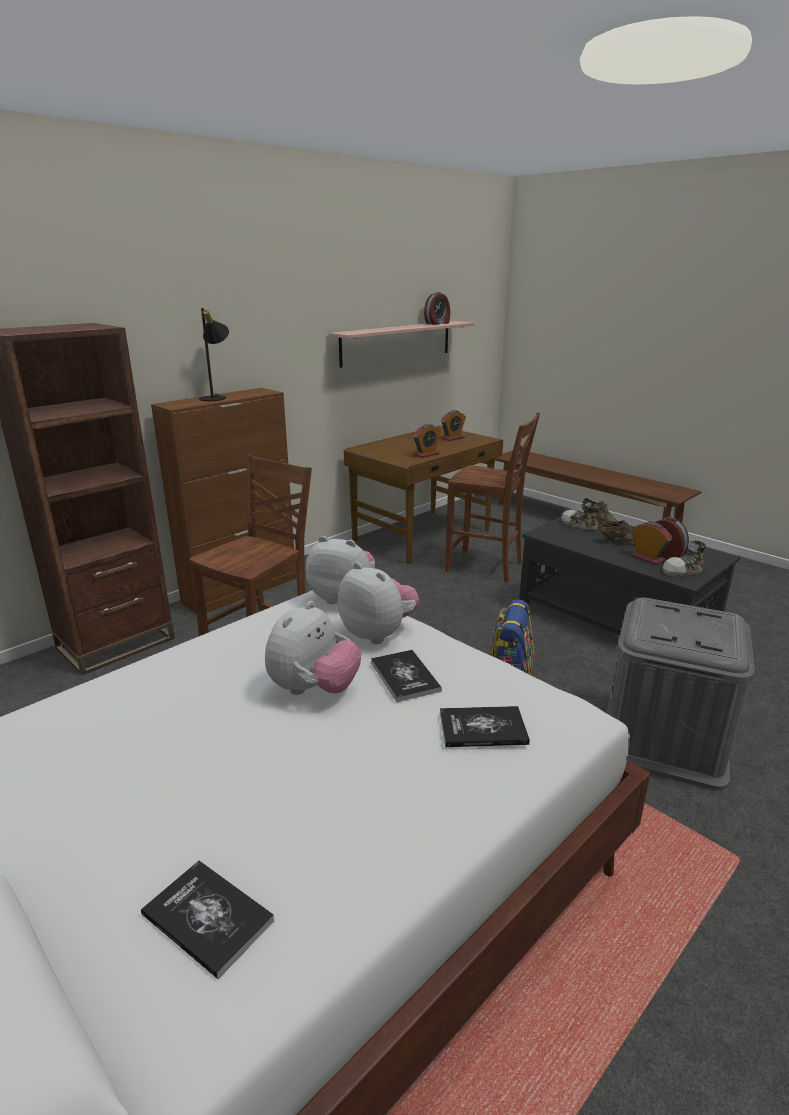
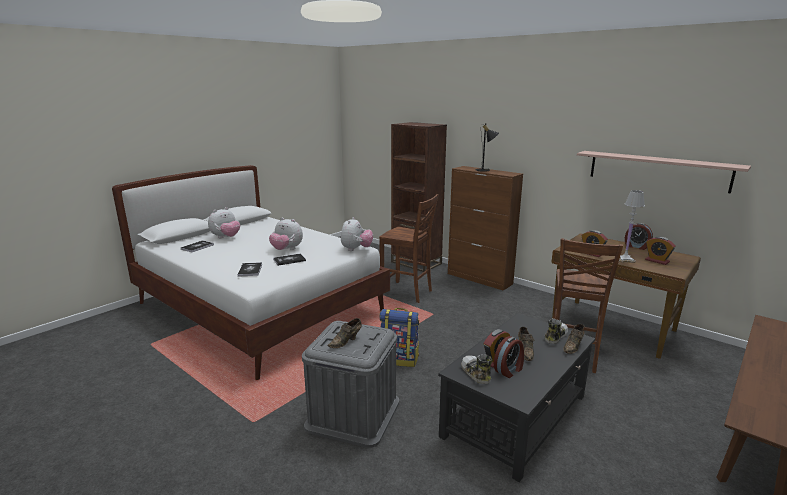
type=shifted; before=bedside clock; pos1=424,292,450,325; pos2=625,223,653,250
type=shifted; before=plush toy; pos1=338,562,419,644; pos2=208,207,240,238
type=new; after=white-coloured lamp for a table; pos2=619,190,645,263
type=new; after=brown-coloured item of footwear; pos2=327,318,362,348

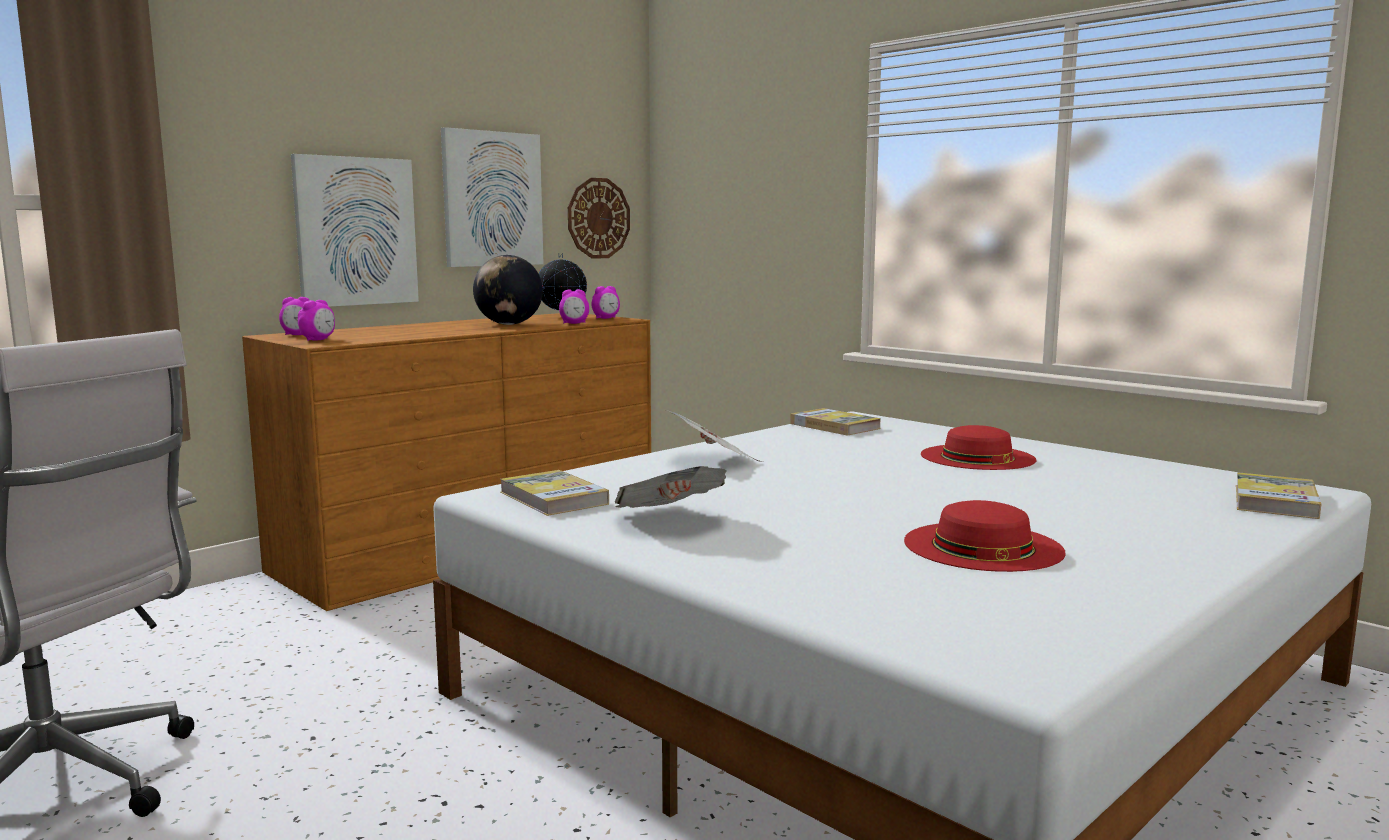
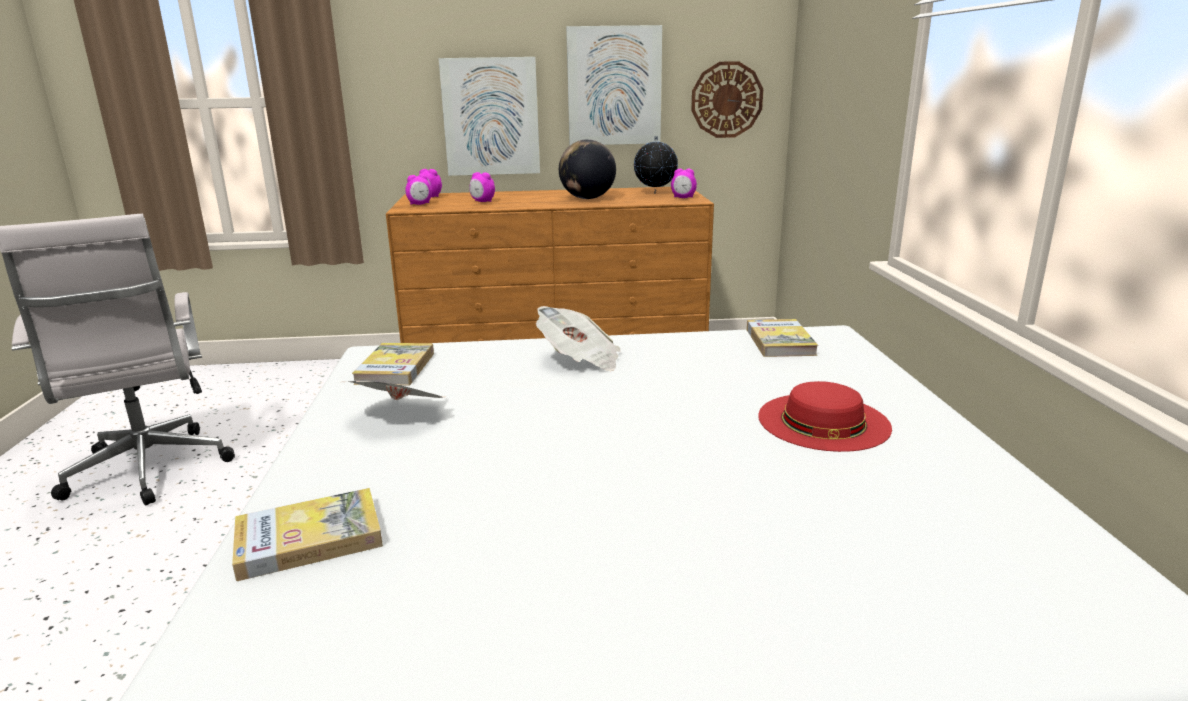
type=shifted; before=bedside clock; pos1=559,289,589,324; pos2=469,172,495,202
type=shifted; before=bound book; pos1=1236,472,1321,519; pos2=232,488,383,581
type=gone; before=red clothing hat; pos1=904,500,1066,572

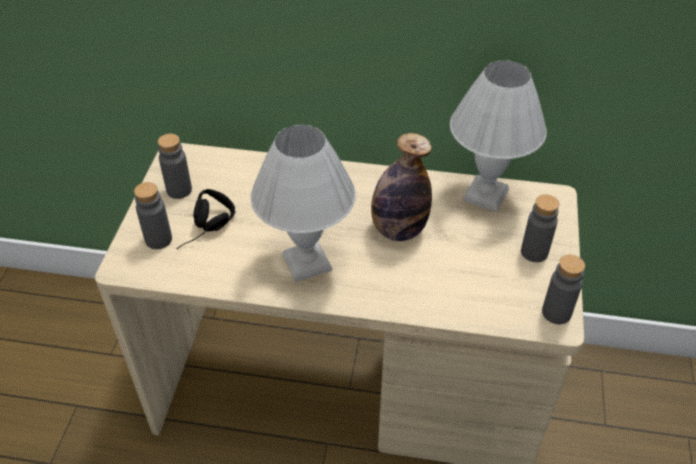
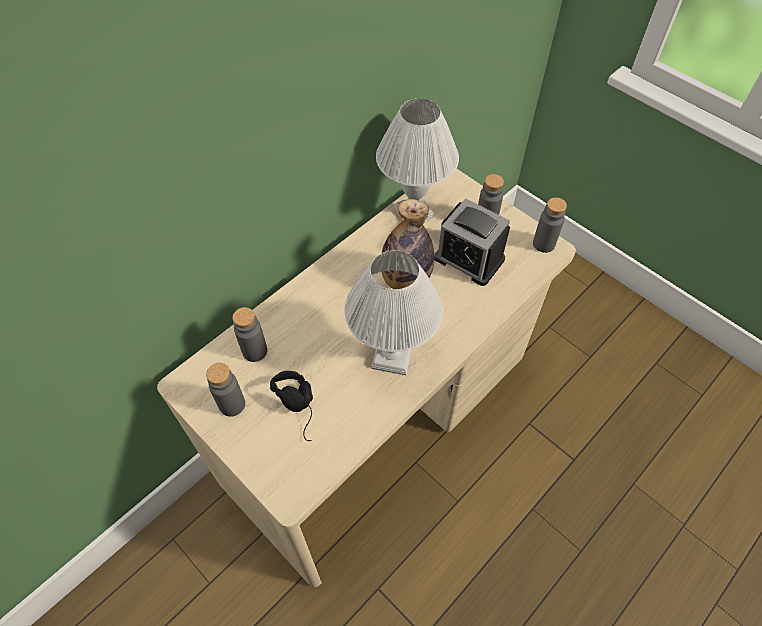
type=shifted; before=grey bottle; pos1=134,182,172,249; pos2=232,307,267,362
type=new; after=bedside clock; pos2=434,198,510,286

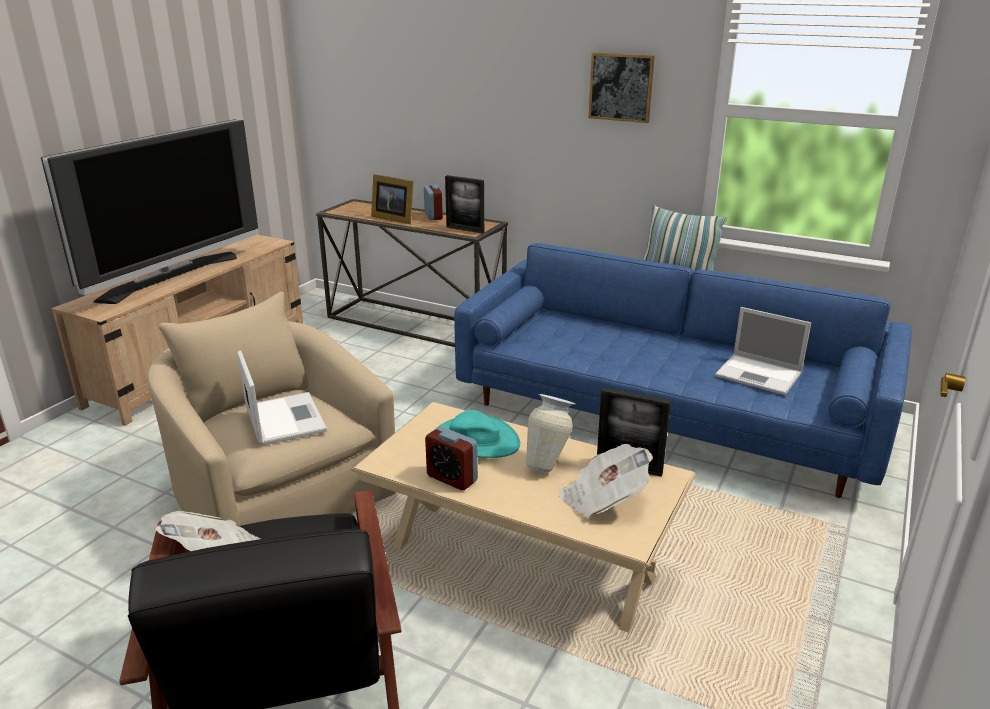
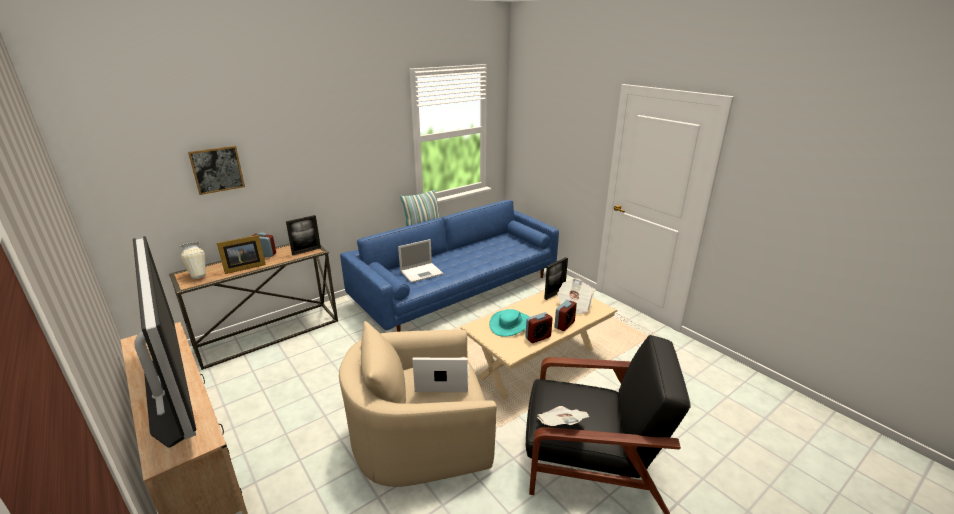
type=shifted; before=wall picture; pos1=589,53,655,123; pos2=188,146,245,195
type=shifted; before=portable computer; pos1=715,307,811,395; pos2=398,239,443,283
type=shifted; before=decorative vase; pos1=526,394,575,473; pos2=179,242,206,279
type=new; after=bedside clock; pos2=554,300,577,331

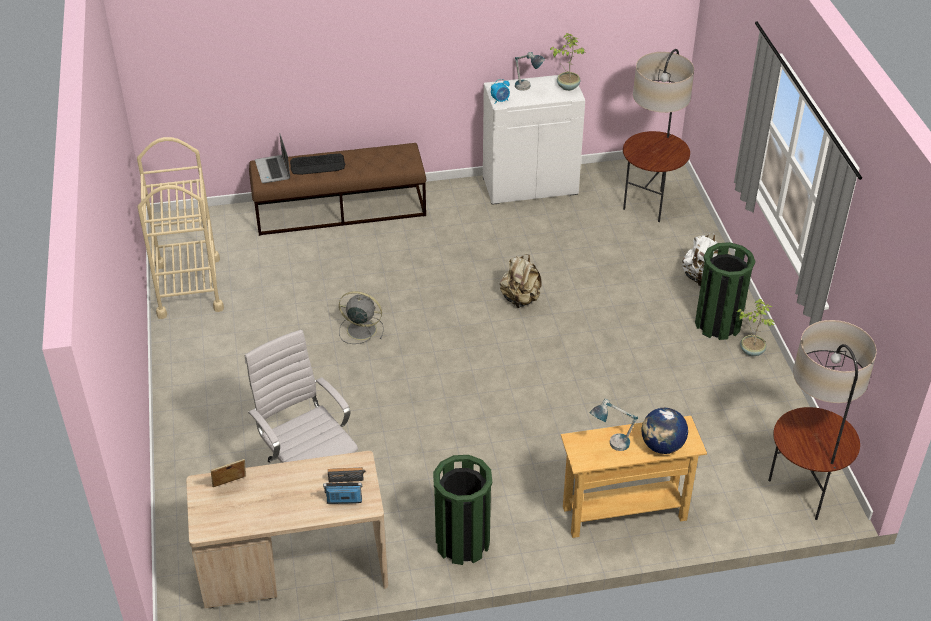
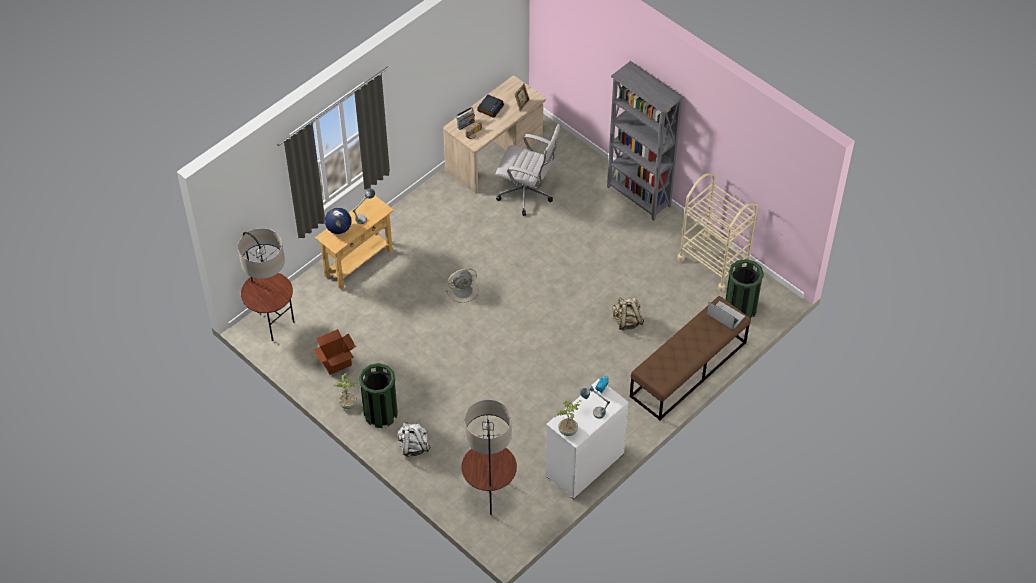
type=gone; before=computer keyboard; pos1=290,154,346,175
type=shifted; before=sand-coloured backpack; pos1=500,254,542,308; pos2=612,297,644,331
type=shifted; before=grey cooling fan; pos1=339,291,384,344; pos2=446,268,479,303
type=shifted; before=greenish waste bin; pos1=433,455,492,565; pos2=725,259,764,320
type=new; after=grey bookshelf; pos2=607,61,684,221
type=new; after=bedside clock; pos2=477,95,504,118
type=new; after=cardboard box; pos2=313,329,356,375

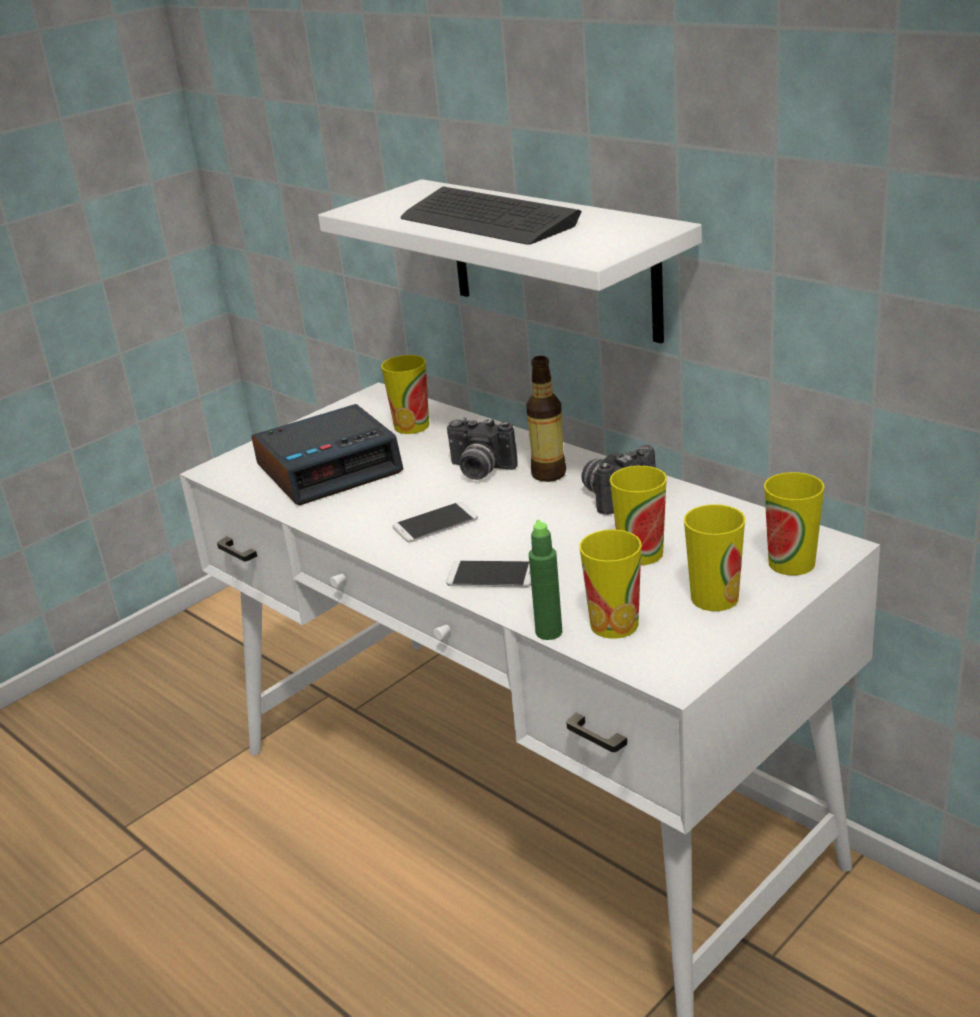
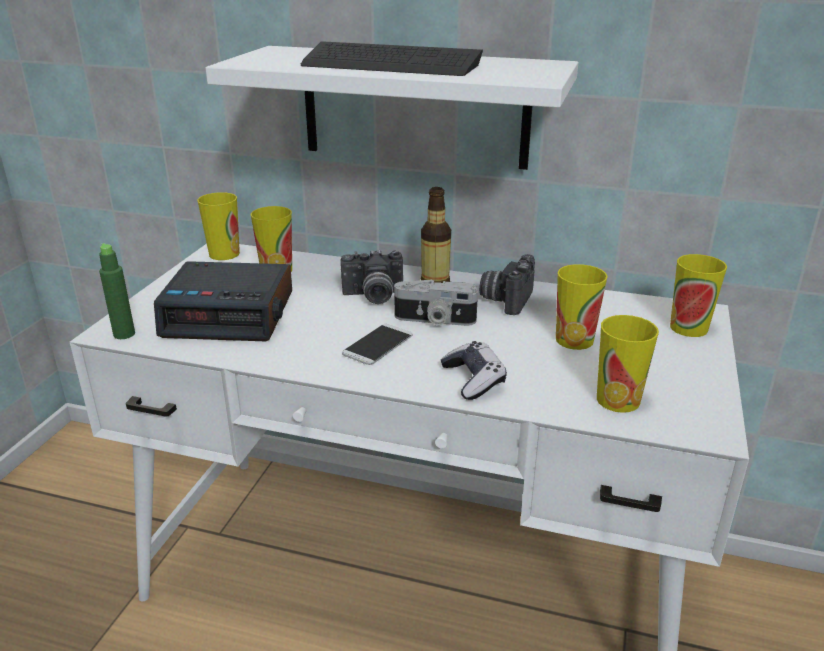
type=rotated; before=bedside clock; pos1=252,404,403,505; pos2=154,261,292,341; turn=60
type=shifted; before=drinking cup; pos1=684,504,745,611; pos2=197,192,240,260
type=shifted; before=greenish bottle; pos1=529,520,562,640; pos2=99,243,135,339
type=swapped; before=telephone; after=joypad; pos1=446,561,531,587; pos2=441,341,507,400
type=new; after=photo camera; pos2=394,280,478,326

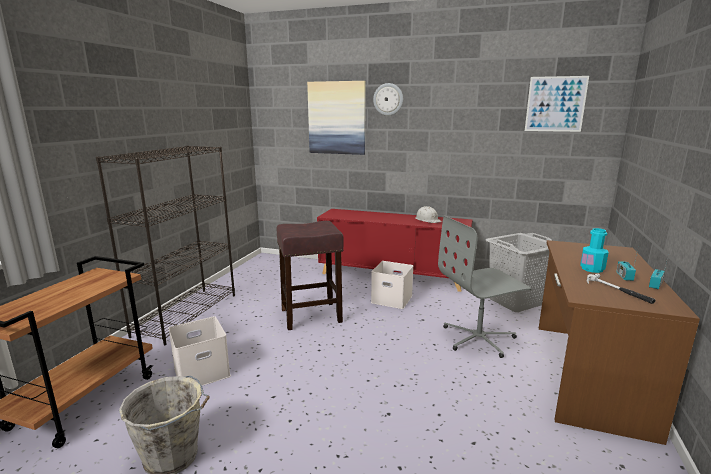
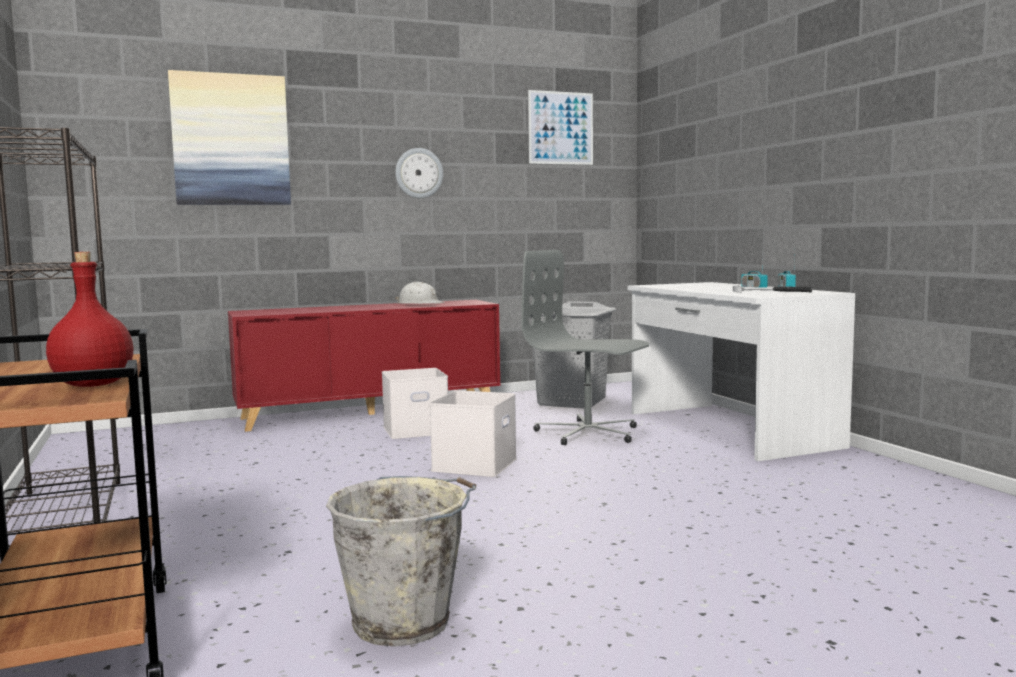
type=shifted; before=wall clock; pos1=373,83,403,116; pos2=395,148,443,198
type=rotated; before=grey computer chair; pos1=438,216,532,358; pos2=521,250,650,445; turn=90
type=gone; before=brown-coloured sitting stool; pos1=276,221,343,330
type=gone; before=blue-green bottle; pos1=581,228,609,273
type=repainted; before=brown-coloured desk table; after=white-coloured desk table; pos1=539,240,700,445; pos2=627,282,855,461
type=shifted; before=white-coloured storage container; pos1=168,316,231,386; pos2=429,390,517,477
type=new; after=red bottle; pos2=46,252,133,387

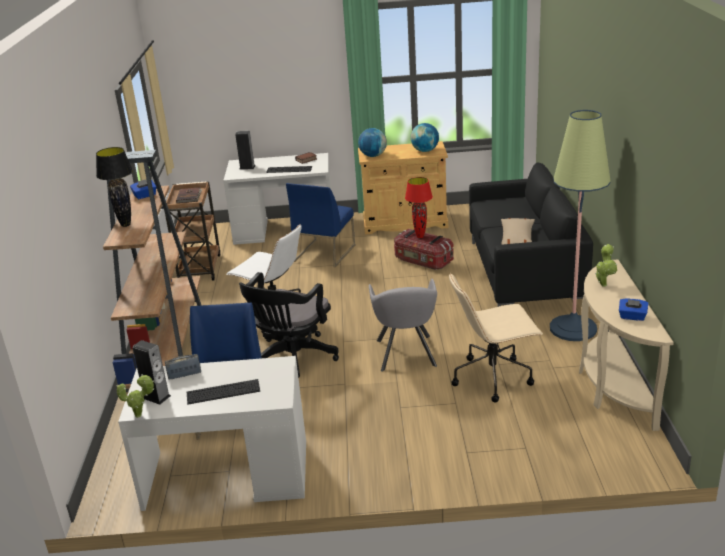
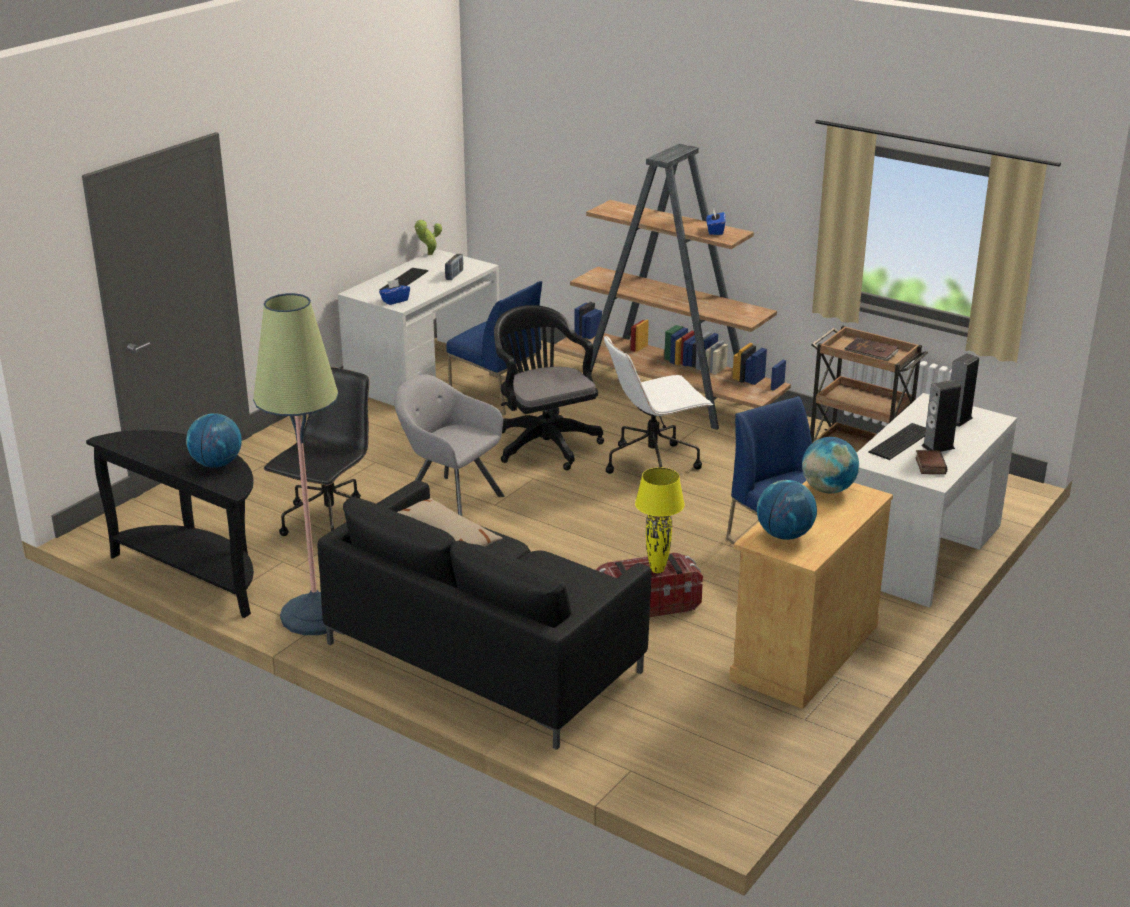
type=gone; before=black lamp for a table; pos1=96,147,133,227
type=repainted; before=red lamp for a table; after=yellow-coloured lamp for a table; pos1=405,177,433,238; pos2=635,467,685,573
type=swapped; before=plant in a pot; after=world globe; pos1=595,244,617,287; pos2=186,413,242,468
type=repainted; before=sand-coloured hall table; after=black hall table; pos1=579,259,674,431; pos2=86,430,254,618
type=repainted; before=sand-coloured computer chair; after=black computer chair; pos1=449,273,543,402; pos2=264,367,376,536
type=shifted; before=bluish tissue box; pos1=619,299,648,321; pos2=379,279,410,305
type=shifted; before=loudspeaker; pos1=133,340,171,405; pos2=921,380,961,452

